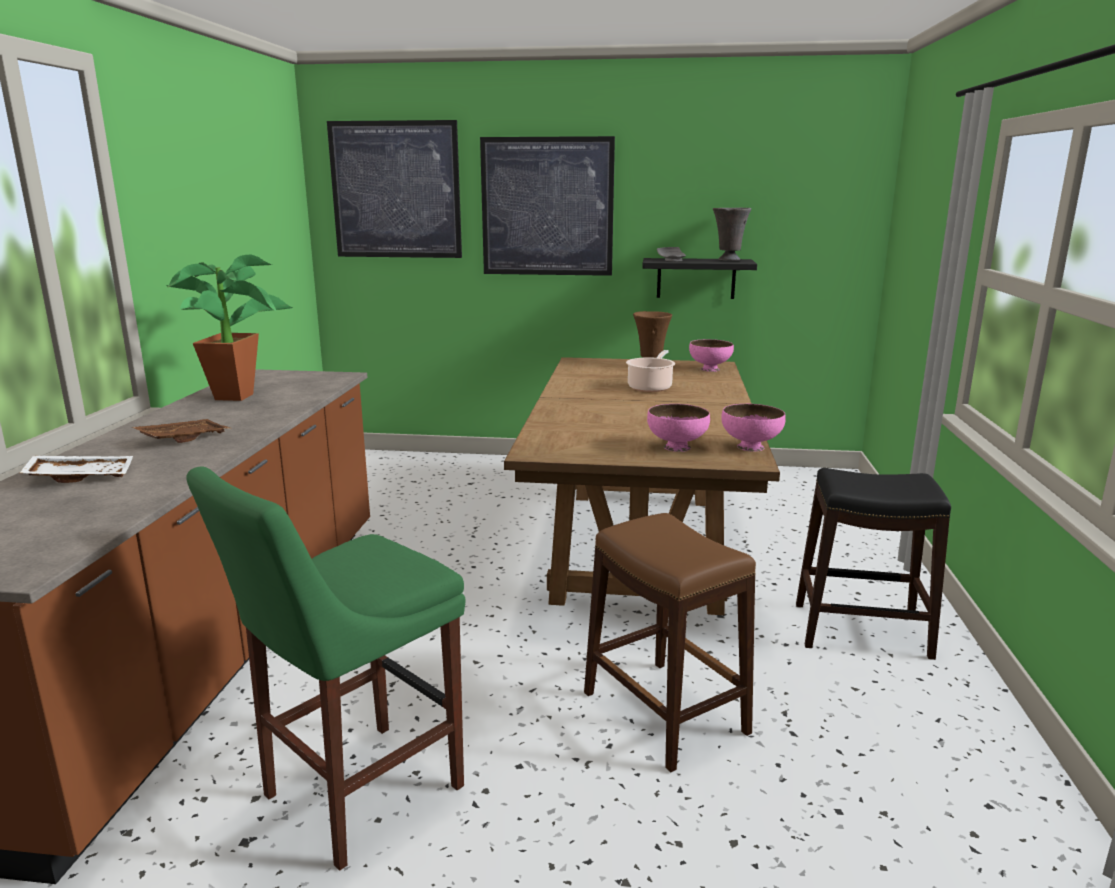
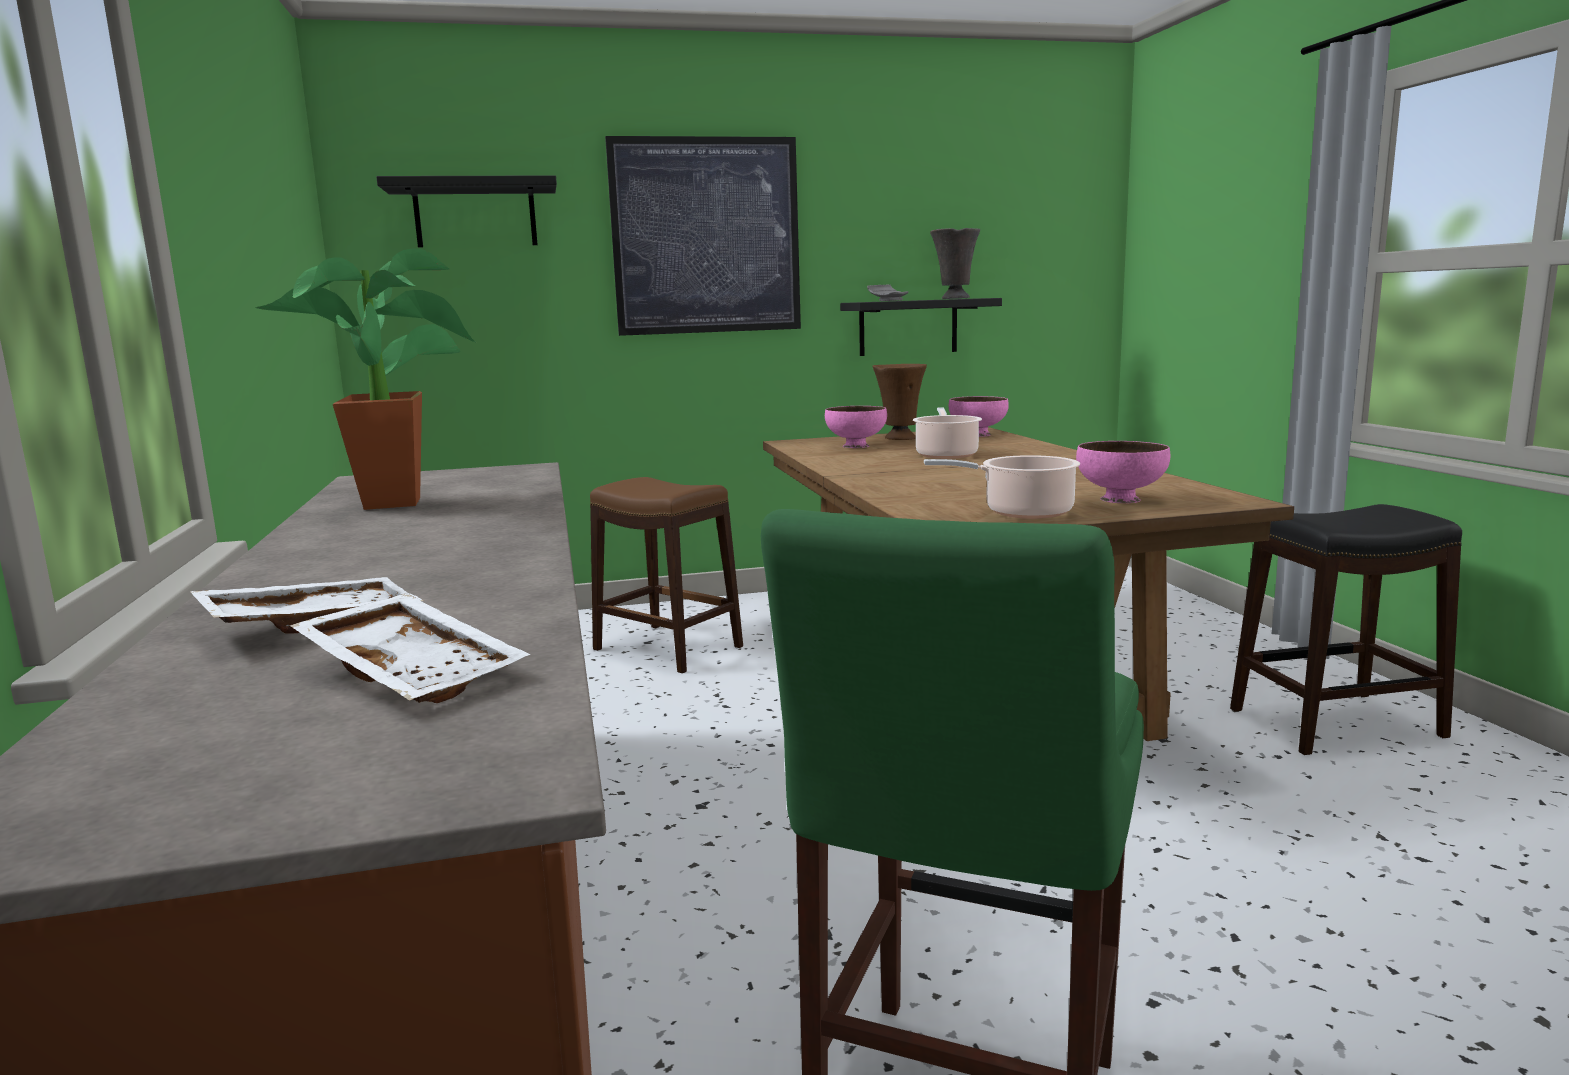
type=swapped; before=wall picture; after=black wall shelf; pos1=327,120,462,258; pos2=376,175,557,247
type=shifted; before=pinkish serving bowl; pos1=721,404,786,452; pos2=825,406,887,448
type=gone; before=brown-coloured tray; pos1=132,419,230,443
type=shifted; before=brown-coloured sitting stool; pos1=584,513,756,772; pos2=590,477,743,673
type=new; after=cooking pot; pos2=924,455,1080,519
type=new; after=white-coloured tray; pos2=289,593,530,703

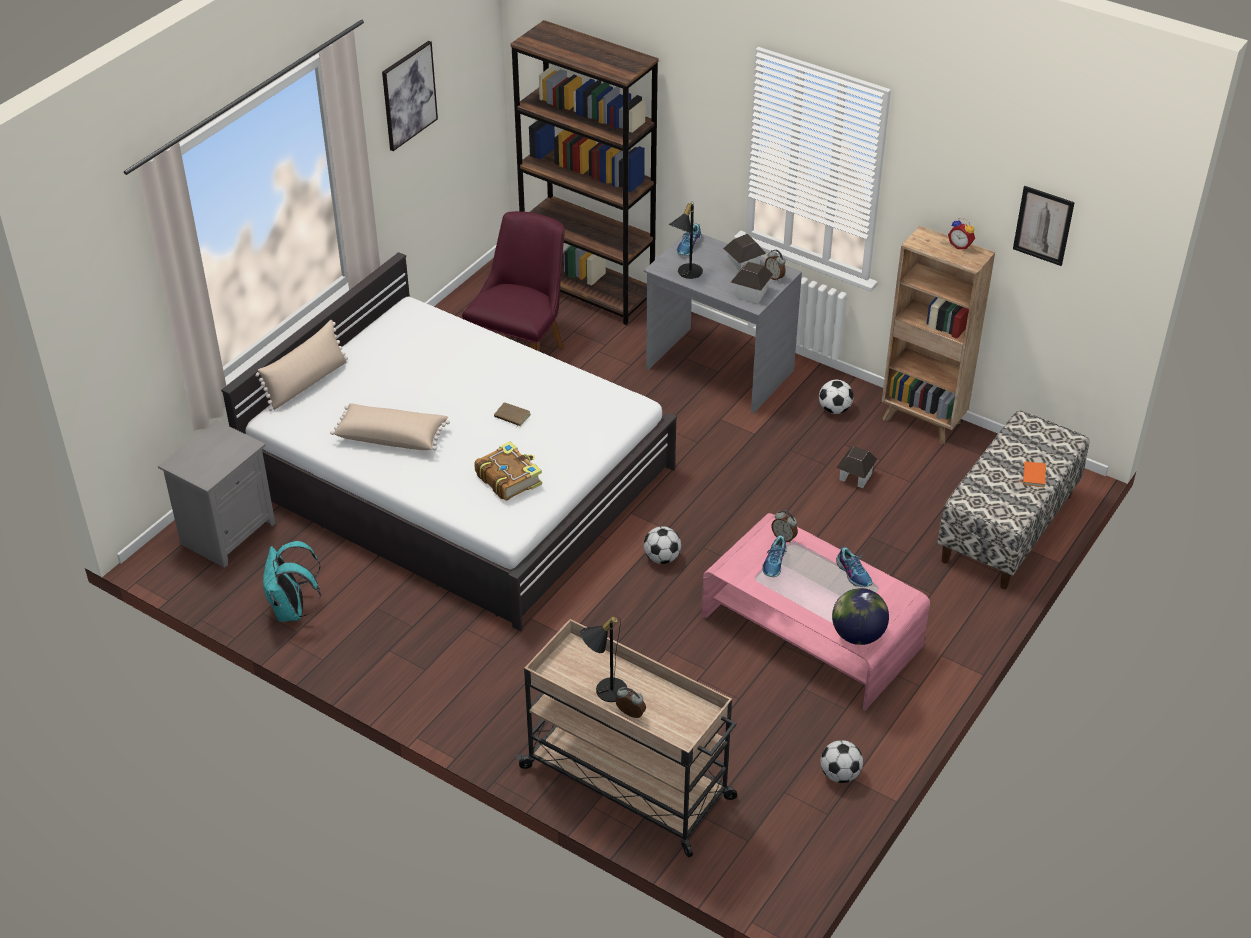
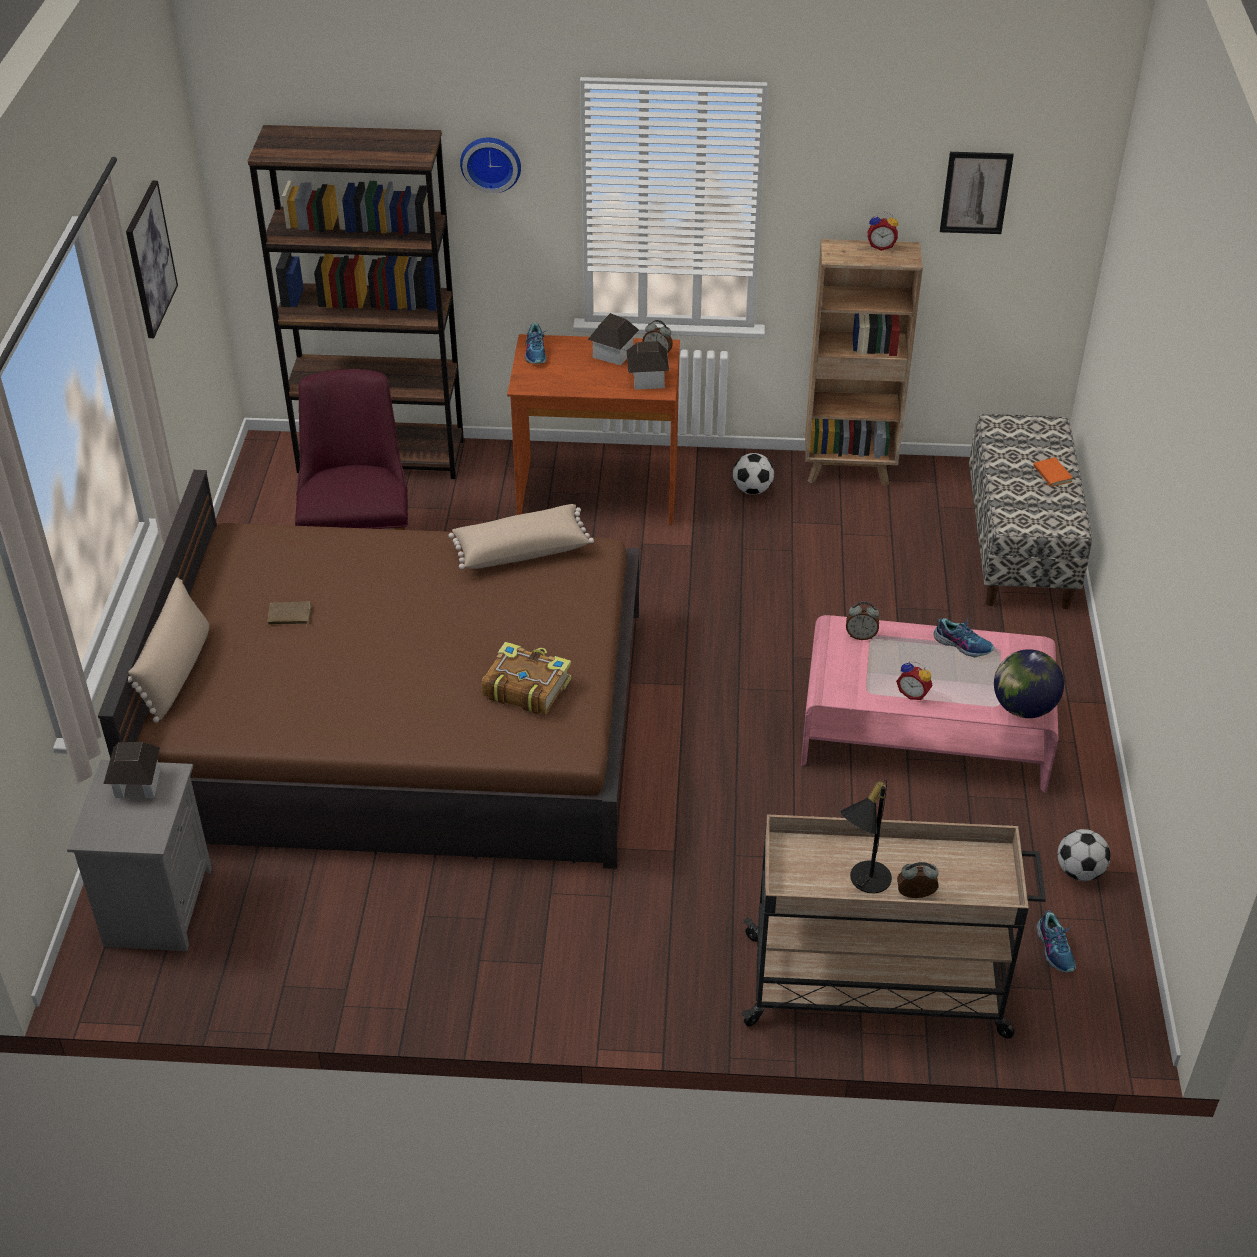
type=gone; before=black lamp for a table; pos1=669,201,703,279
type=repainted; before=grey desk table; after=brown-coloured desk table; pos1=644,232,802,414; pos2=507,334,680,525
type=repainted; before=white-coloured bed; after=brown-coloured bed; pos1=221,252,677,632; pos2=98,470,639,869
type=shifted; before=brown-coloured bound book; pos1=494,402,531,428; pos2=268,602,311,627
type=shifted; before=sand-coloured cushion; pos1=330,403,450,450; pos2=449,504,594,569
type=shifted; before=toy house; pos1=836,446,877,488; pos2=103,742,160,798
type=gone; before=football; pos1=644,526,681,564
type=shifted; before=item of footwear; pos1=762,535,787,577; pos2=1036,910,1076,972
type=gone; before=blue-green backpack; pos1=263,541,321,622
type=new; after=wall clock; pos2=460,138,521,193
type=new; after=bedside clock; pos2=896,661,933,700

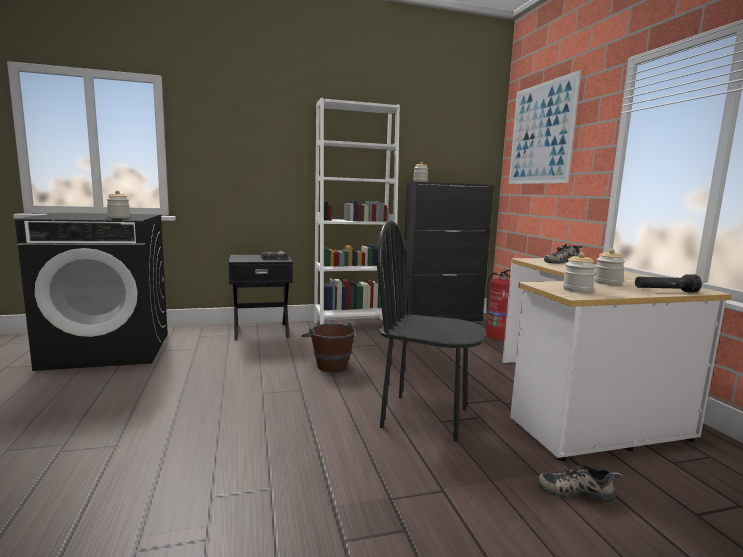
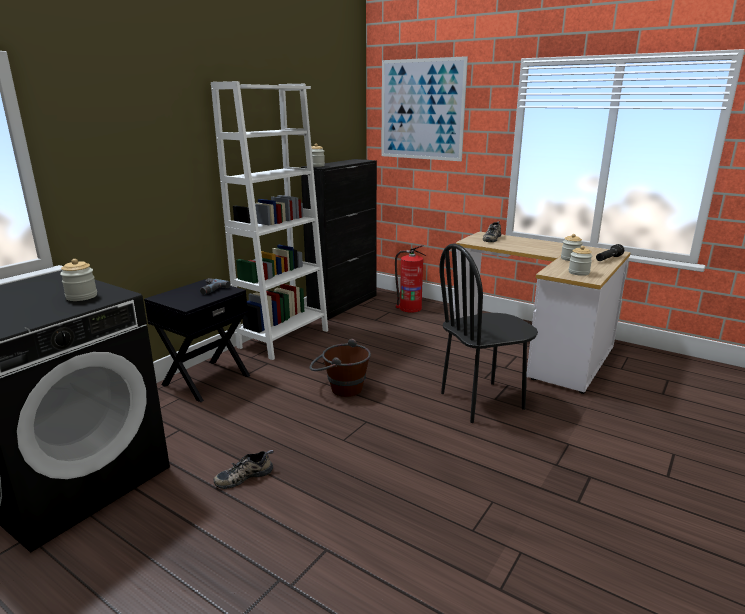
type=shifted; before=item of footwear; pos1=537,465,621,502; pos2=213,450,274,489

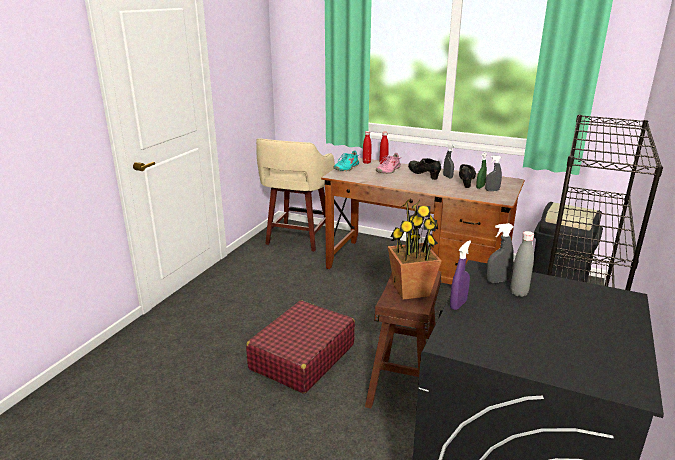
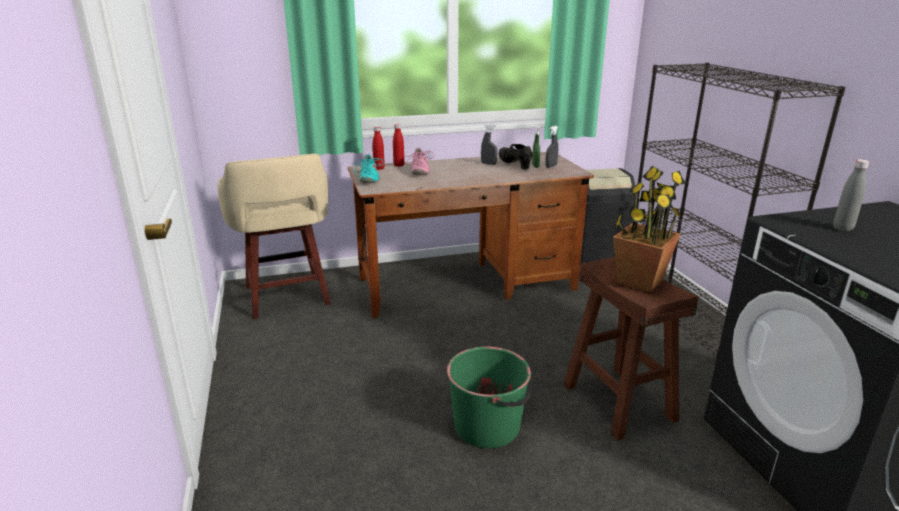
type=gone; before=black item of footwear; pos1=408,158,441,180
type=gone; before=grey spray bottle; pos1=486,223,514,283
type=gone; before=purplish spray bottle; pos1=450,240,471,310
type=swapped; before=red suitcase; after=greenish bucket; pos1=246,300,355,393; pos2=447,346,532,448

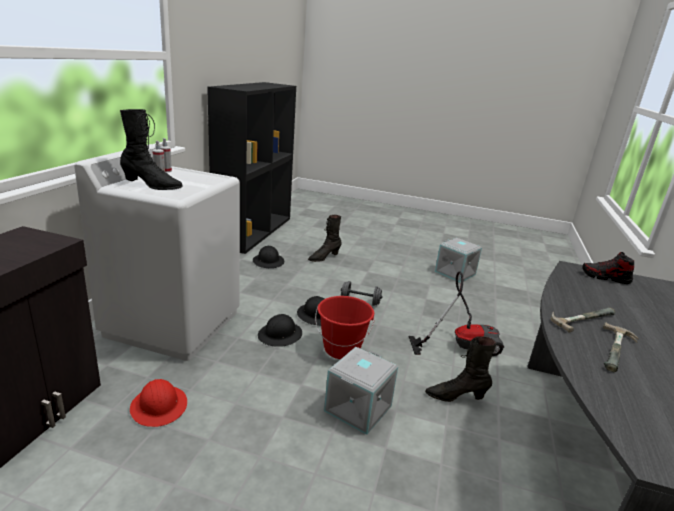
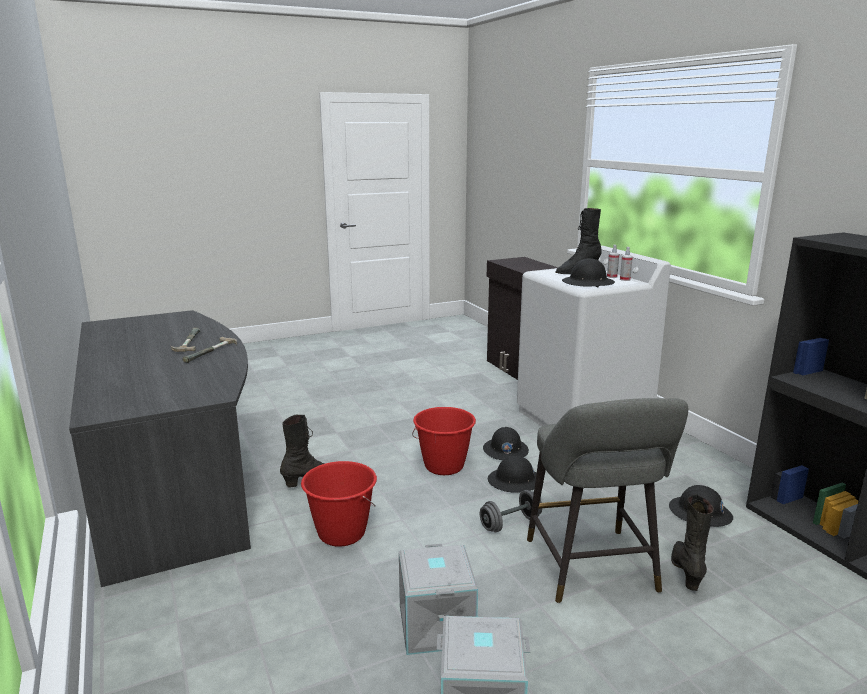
type=gone; before=item of footwear; pos1=583,252,634,284
type=swapped; before=vacuum cleaner; after=red bucket; pos1=408,271,504,356; pos2=301,461,377,547
type=shifted; before=grey storage container; pos1=324,347,398,435; pos2=399,544,478,655
type=gone; before=red safety helmet; pos1=130,379,187,427
type=new; after=black safety helmet; pos2=562,258,615,287
type=new; after=grey sitting stool; pos2=527,398,688,603

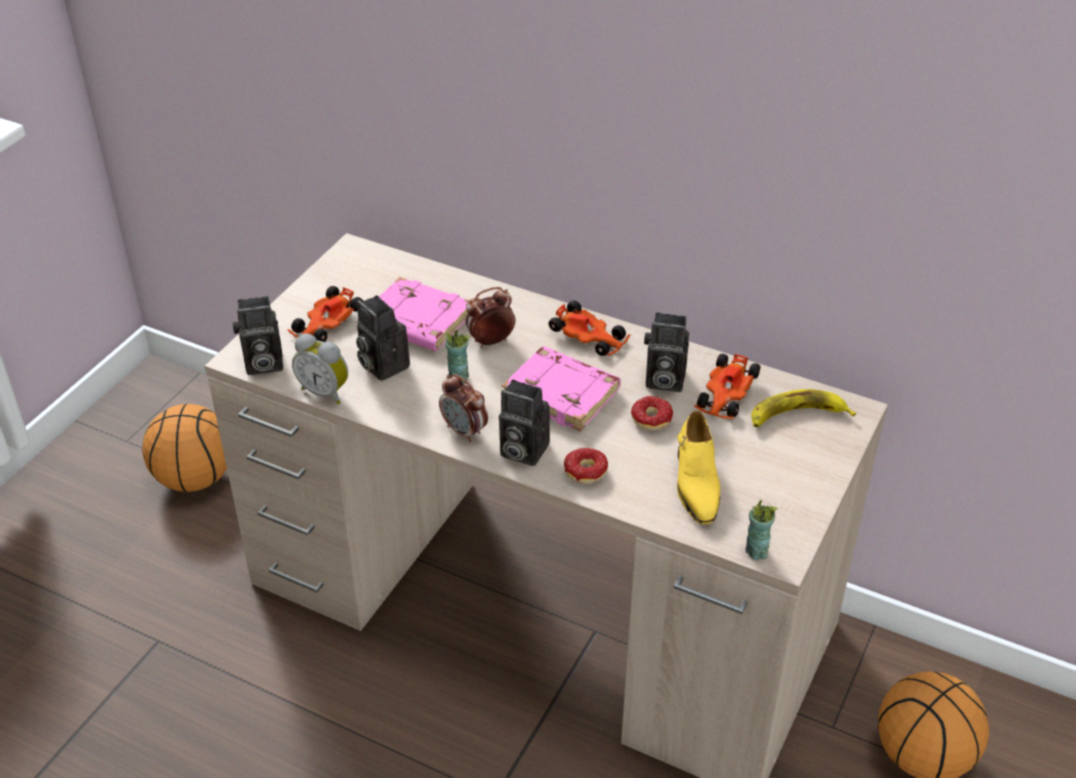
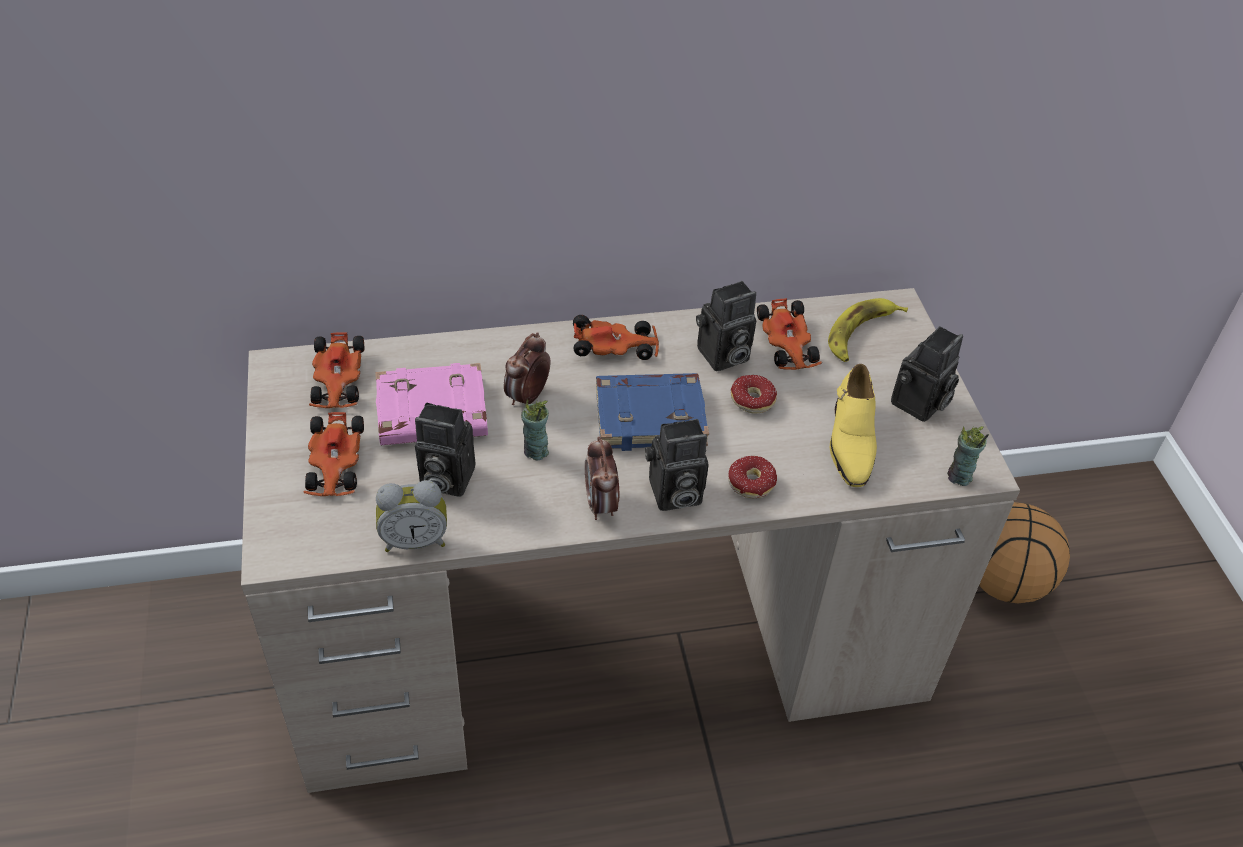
type=shifted; before=photo camera; pos1=233,296,283,375; pos2=891,326,963,422
type=repainted; before=pinkish bound book; after=bluish bound book; pos1=502,346,620,431; pos2=596,373,709,451
type=rotated; before=bedside clock; pos1=439,374,488,442; pos2=585,436,619,520; turn=75
type=gone; before=ball for basketball; pos1=142,404,227,492
type=rotated; before=yellow-coloured item of footwear; pos1=677,410,720,524; pos2=830,364,877,487; turn=45
type=new; after=toy car; pos2=309,332,364,408

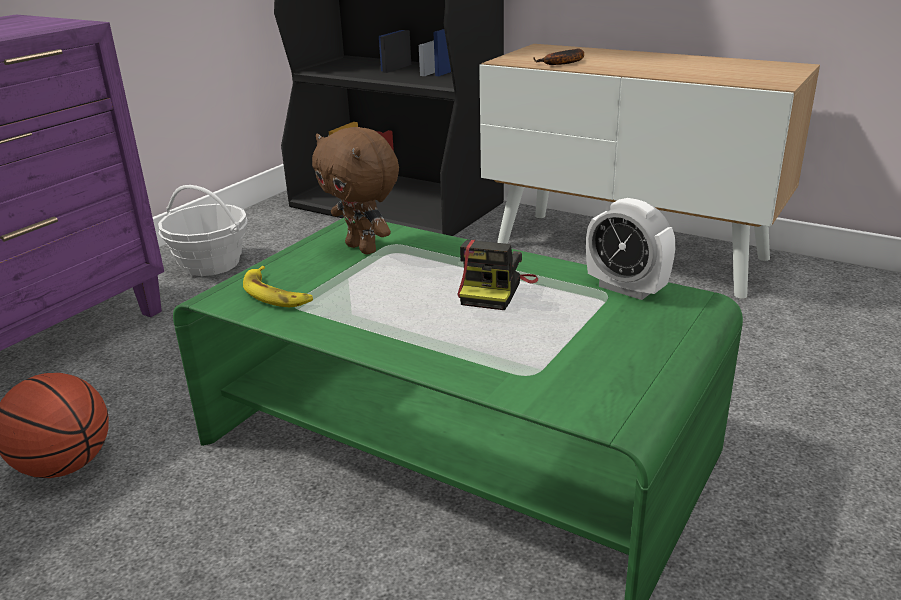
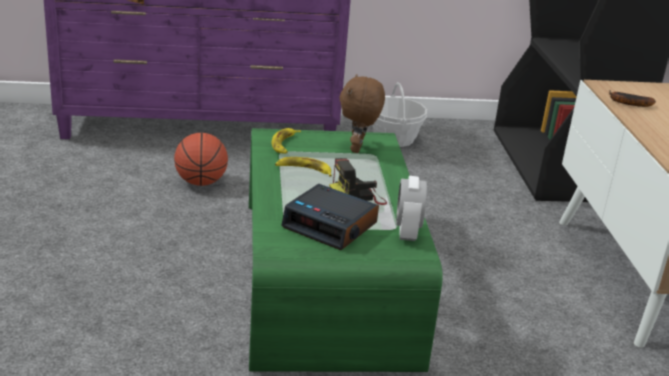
type=new; after=banana; pos2=275,157,332,177
type=new; after=bedside clock; pos2=281,184,379,250

